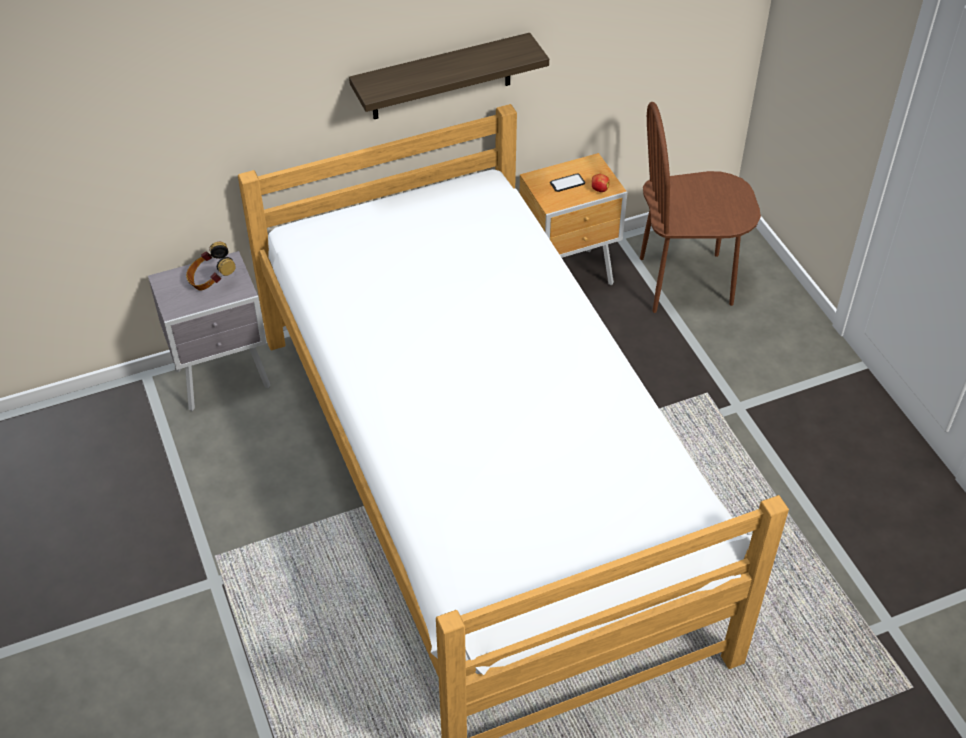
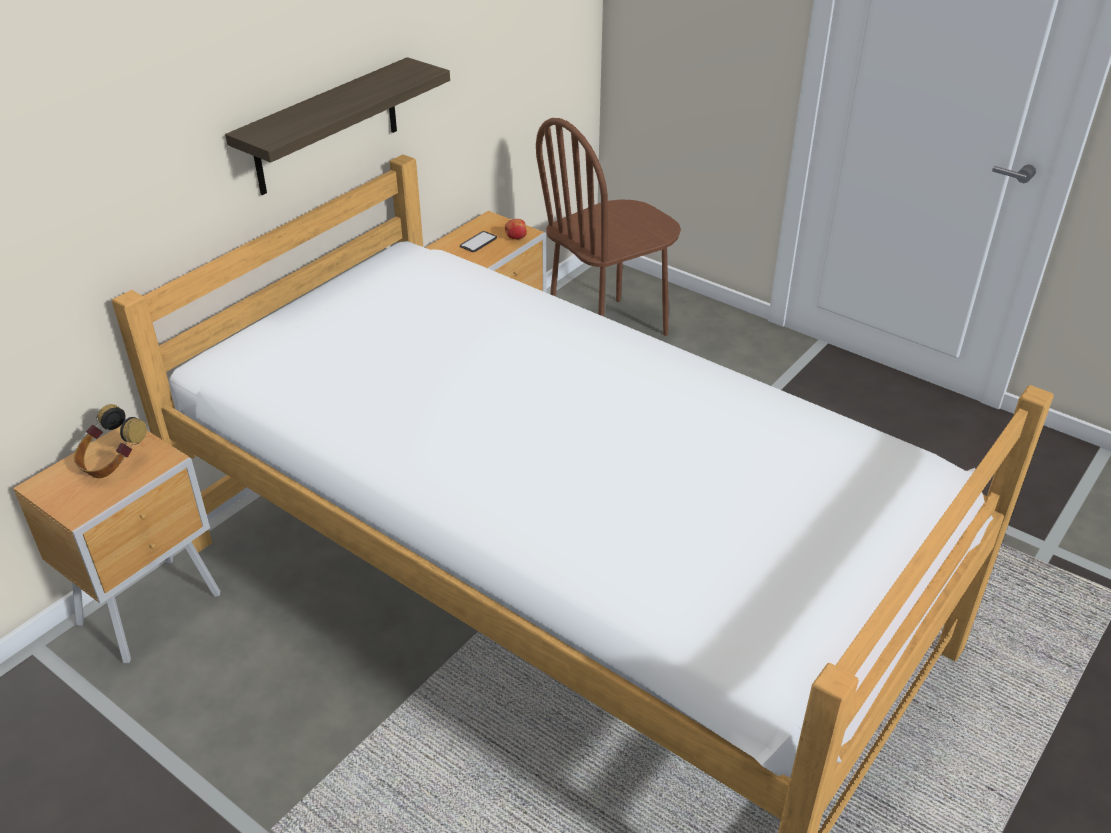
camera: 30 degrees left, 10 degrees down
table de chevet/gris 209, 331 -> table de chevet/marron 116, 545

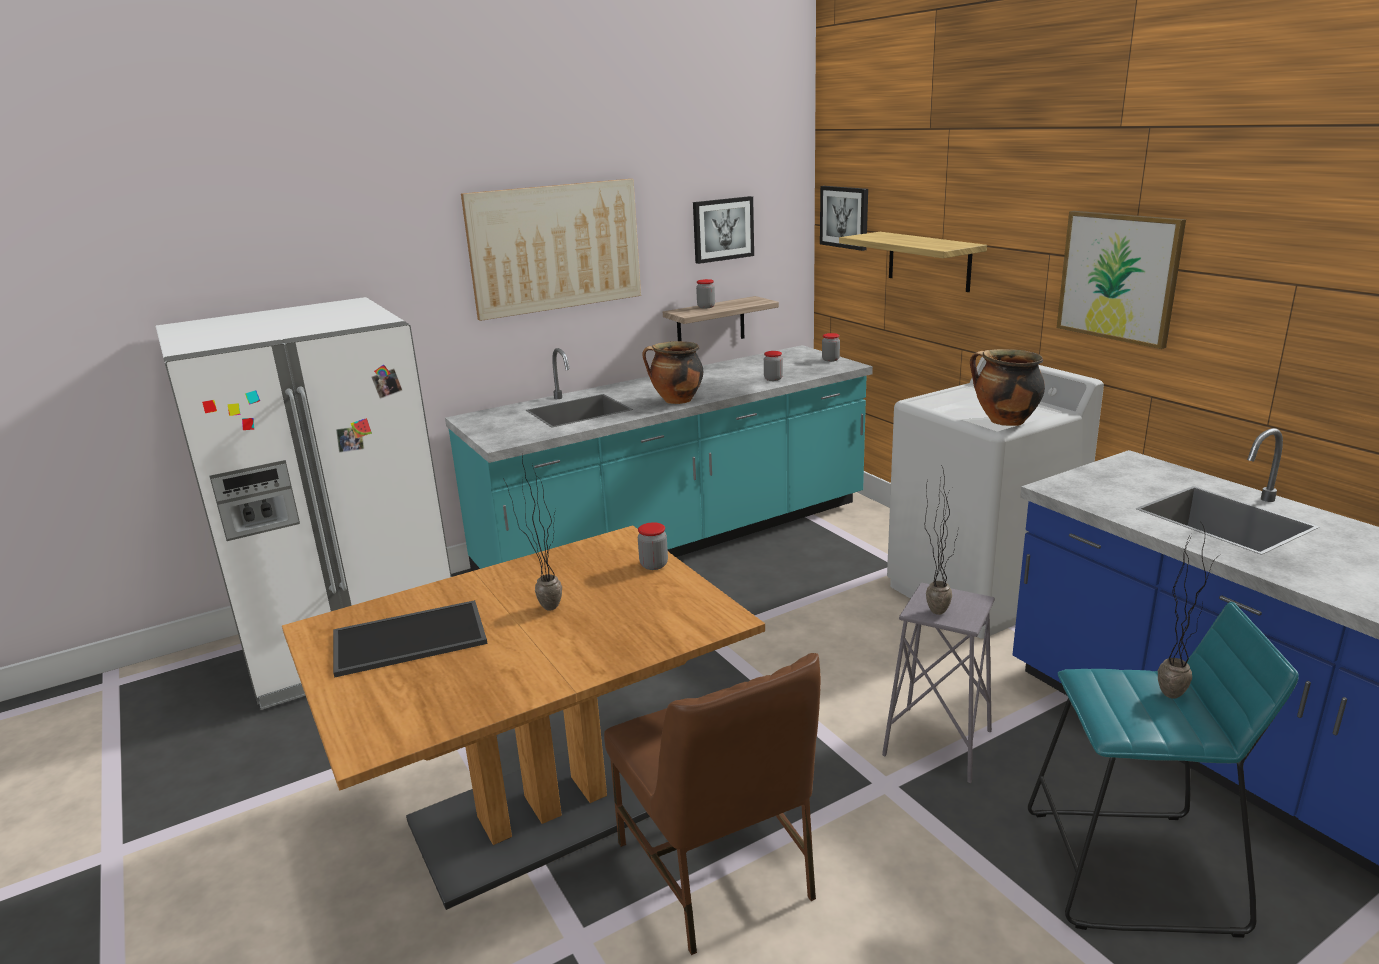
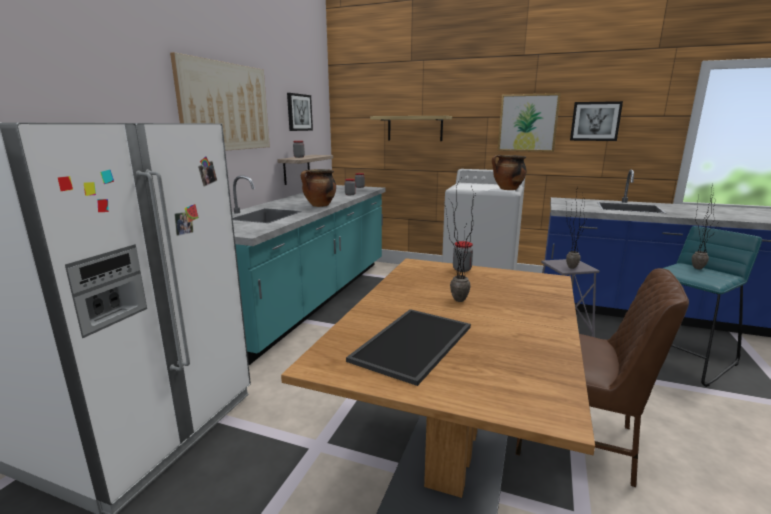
camera: 40 degrees left, 5 degrees down
tableau 844, 218 -> tableau 596, 121, moved

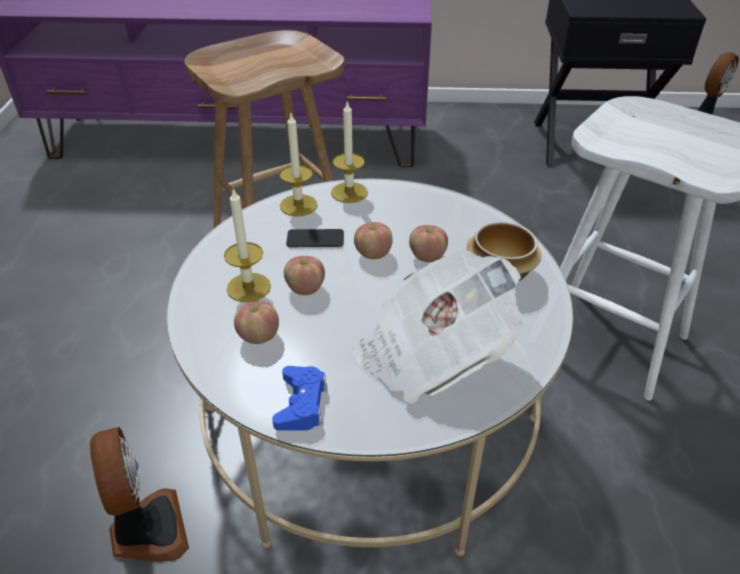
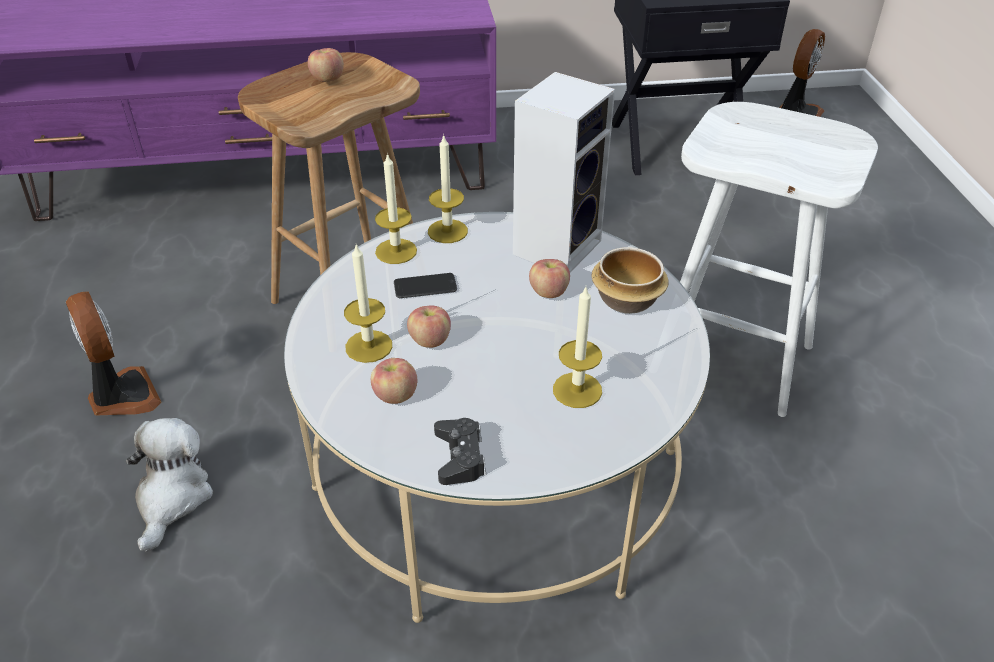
camera: 10 degrees left, 0 degrees up
none -> peluche 169, 485
none -> enceinte 564, 172
ventilateur 139, 494 -> ventilateur 114, 354, moved
pomme 373, 240 -> pomme 326, 65, moved
journal 437, 326 -> bougie 577, 347
manette/bleu 299, 398 -> manette/noir 460, 451

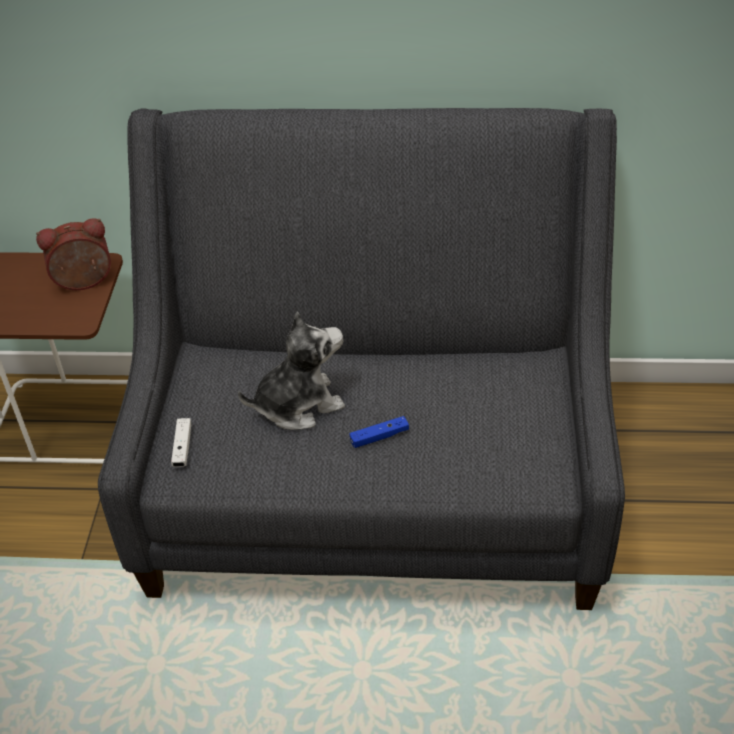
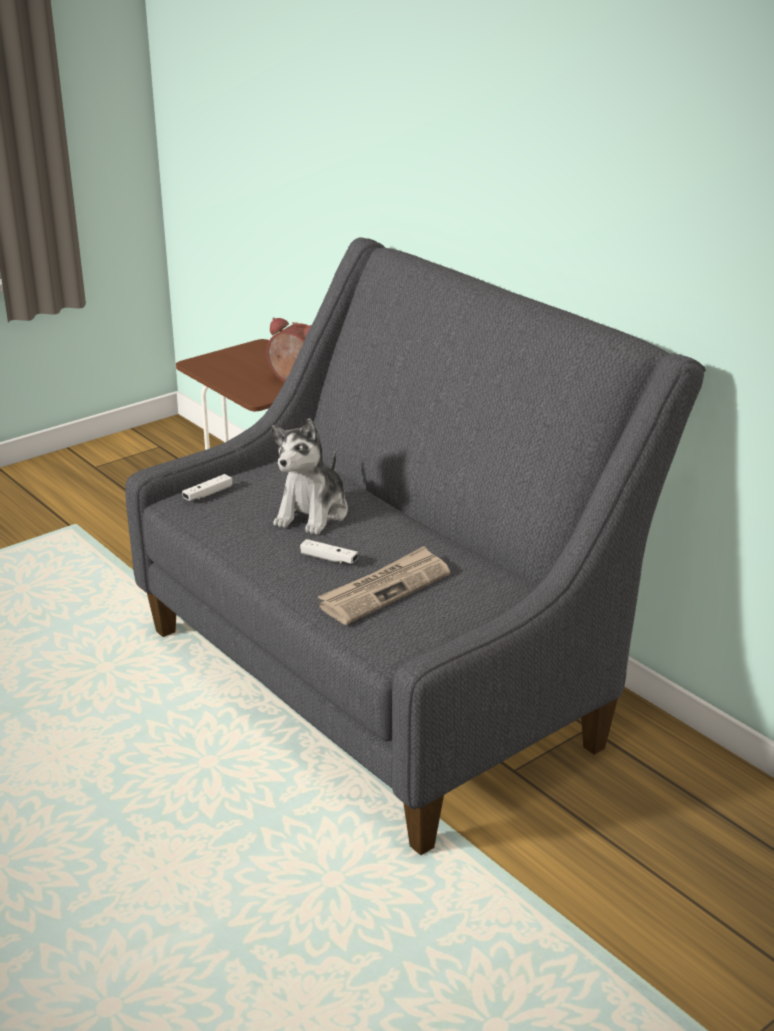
camera: 45 degrees right, 15 degrees down
none -> journal 384, 585
manette/bleu 379, 432 -> manette/blanc 329, 551
peluche 291, 370 -> peluche 310, 476, 90 degrees clockwise

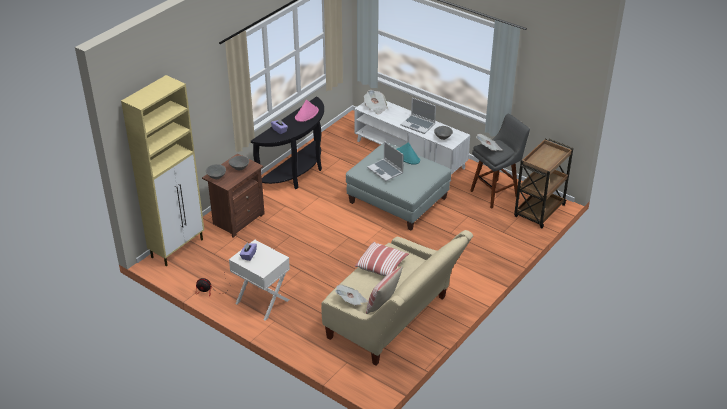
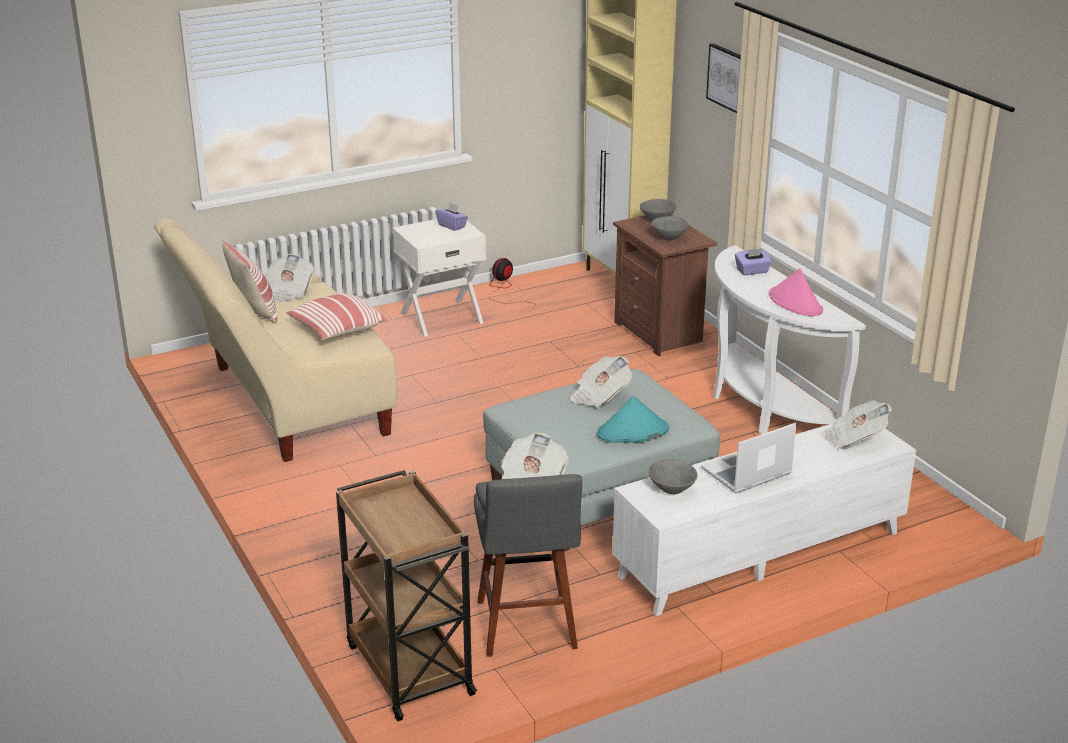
camera: 115 degrees right, 10 degrees down
none -> tableau 723, 78
ordinateur portable 385, 161 -> journal 601, 382
table console/noir 287, 143 -> table console/blanc 789, 339

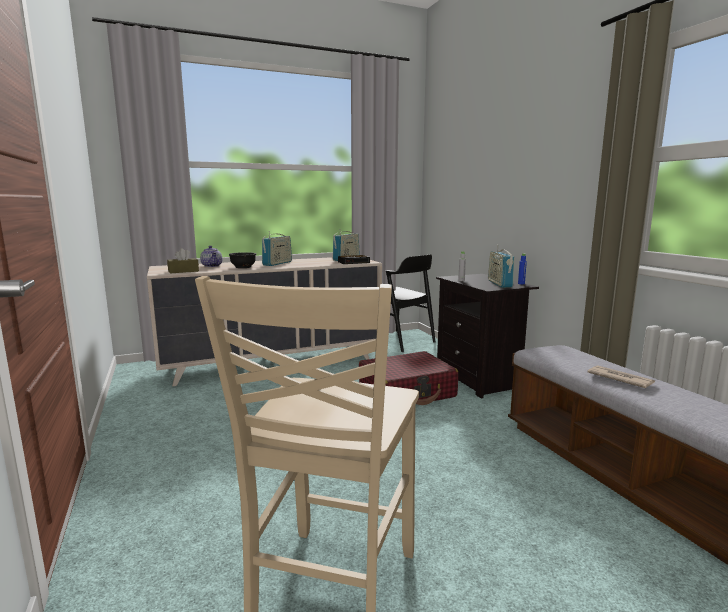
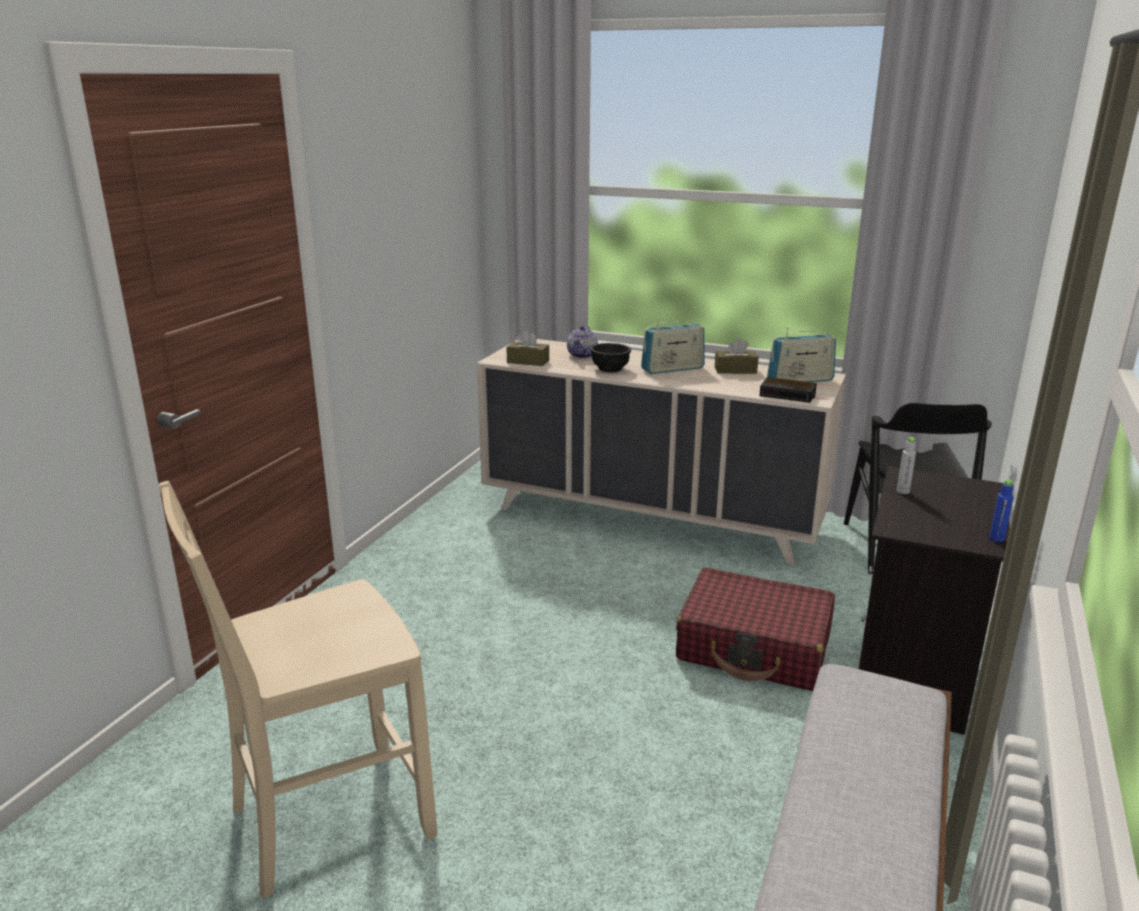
camera: 45 degrees right, 10 degrees up
radio 501, 266 -> none
journal 621, 376 -> none
none -> boîte à mouchoirs/marron 737, 356

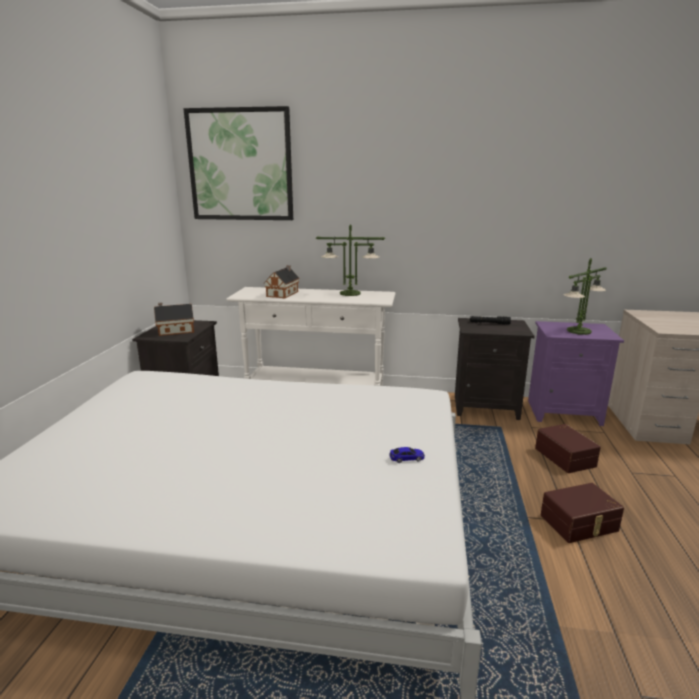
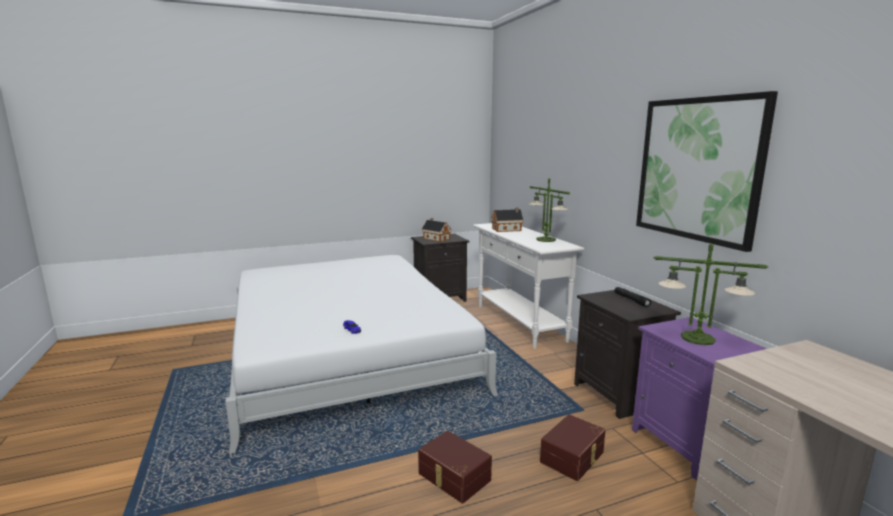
camera: 60 degrees right, 5 degrees down
tableau 238, 163 -> tableau 707, 171, moved

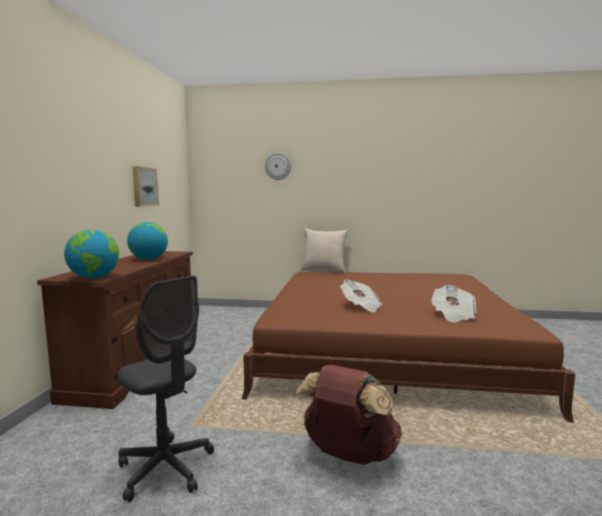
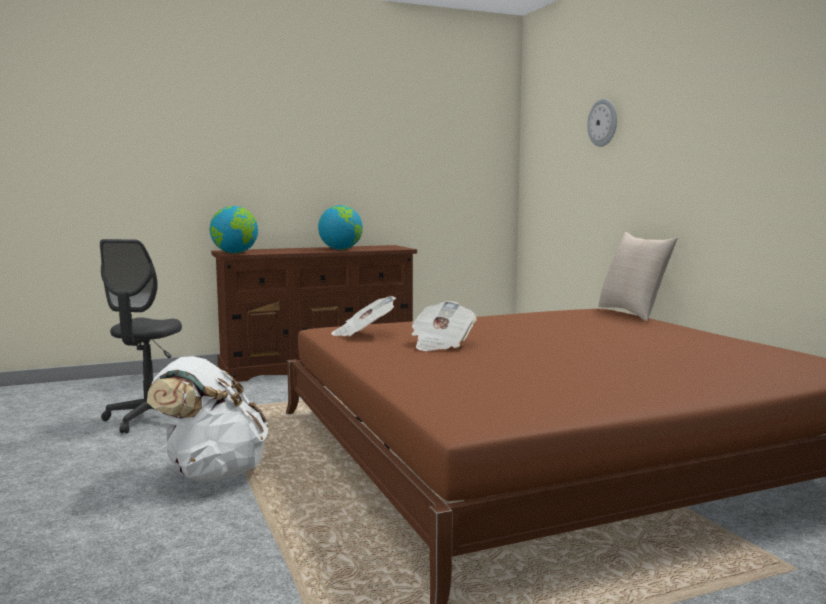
camera: 60 degrees right, 0 degrees up
tableau 146, 186 -> none
journal 453, 303 -> journal 363, 316, moved
sac à dos/marron 349, 415 -> sac à dos/blanc 208, 419

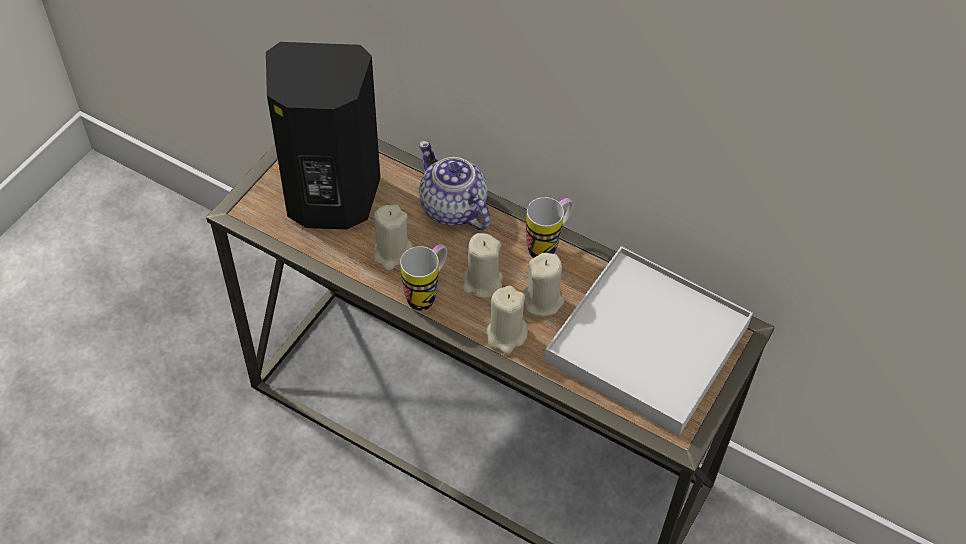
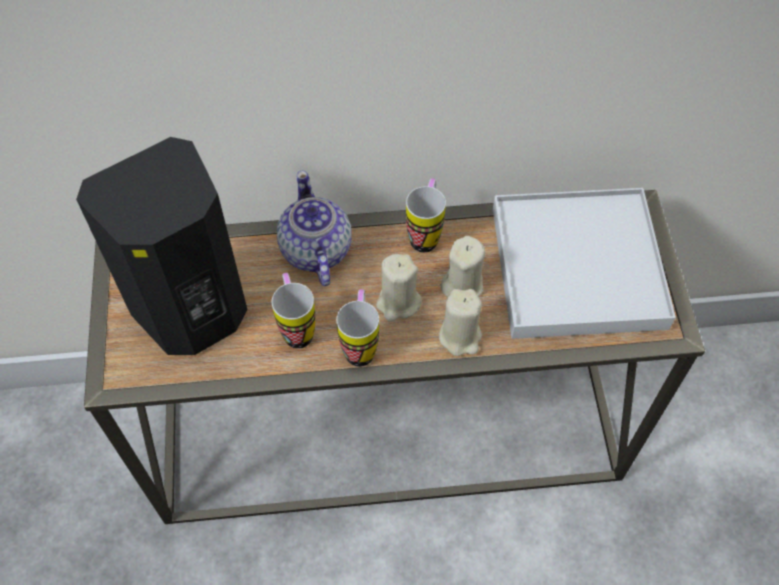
camera: 35 degrees left, 5 degrees up
bougie/beige 393, 237 -> mug 294, 311
théière 454, 185 -> théière 314, 228, 60 degrees clockwise

